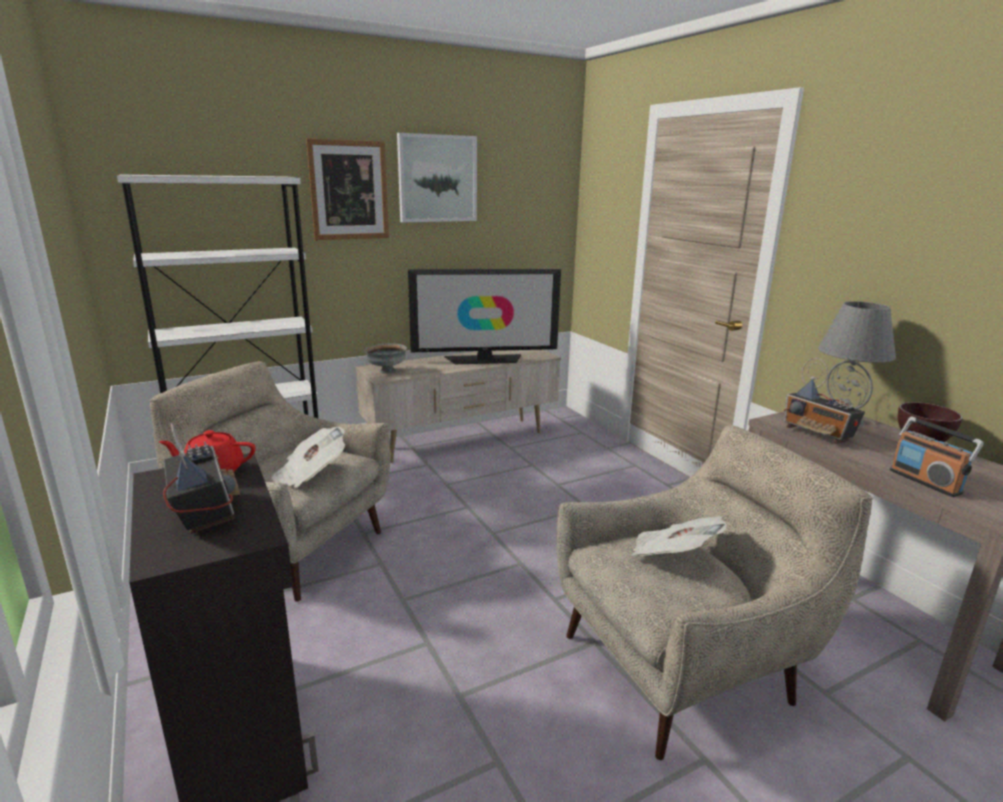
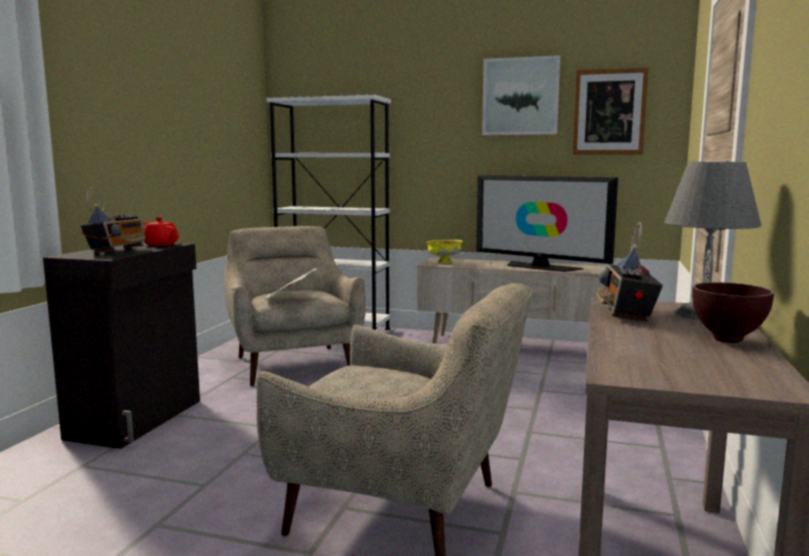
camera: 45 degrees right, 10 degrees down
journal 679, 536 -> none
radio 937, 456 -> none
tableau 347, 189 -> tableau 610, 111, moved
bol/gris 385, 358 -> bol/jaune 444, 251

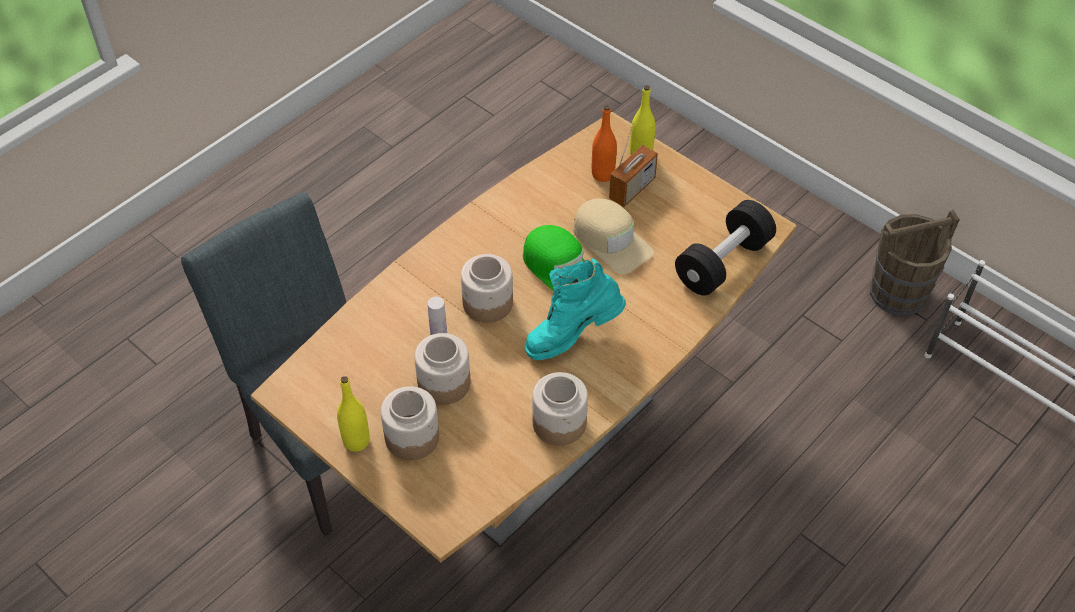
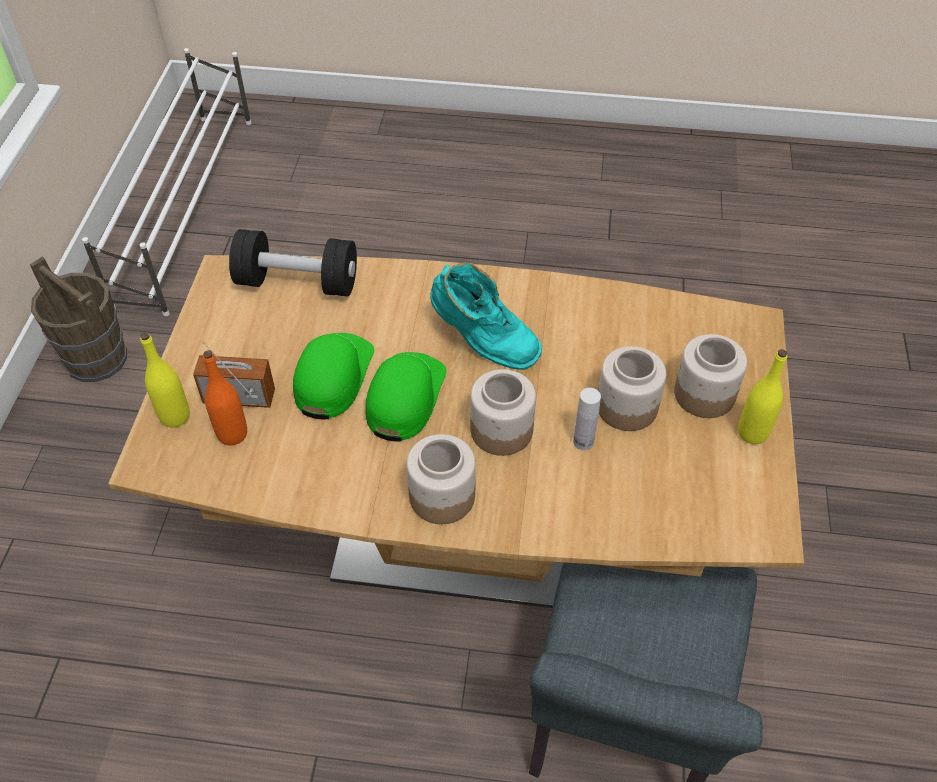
camera: 125 degrees left, 0 degrees up
bocal 560, 409 -> bocal 441, 479, moved
casquette/beige 613, 236 -> casquette/vert 333, 376

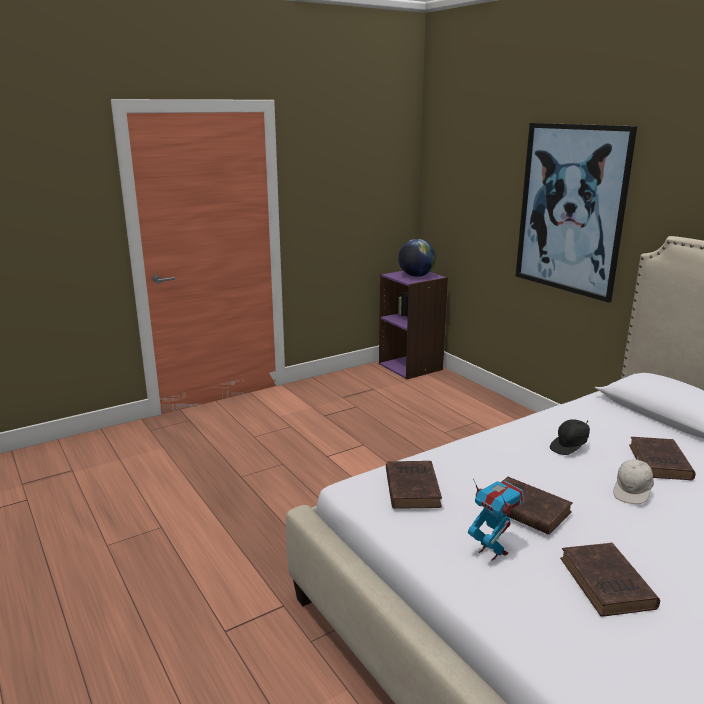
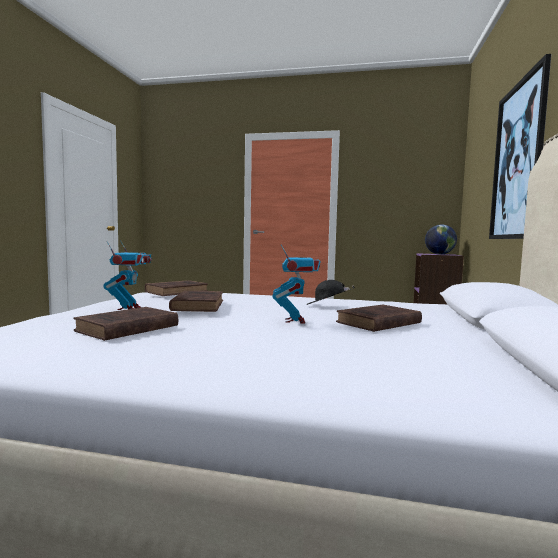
camera: 45 degrees right, 15 degrees down
casquette/blanc 633, 480 -> robot jouet 297, 284

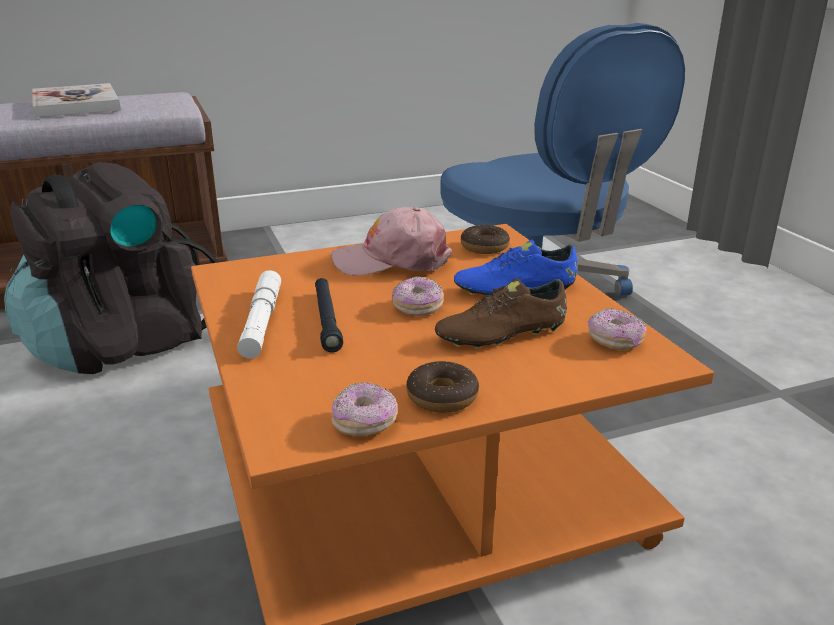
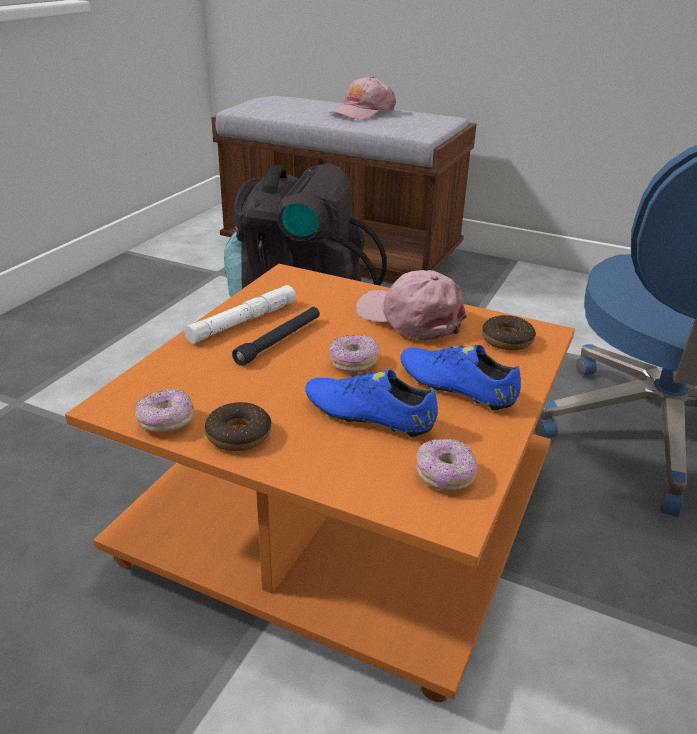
camera: 45 degrees right, 5 degrees up
livre 76, 100 -> casquette/rose 362, 98
chaussure/marron 501, 313 -> chaussure/bleu 371, 404

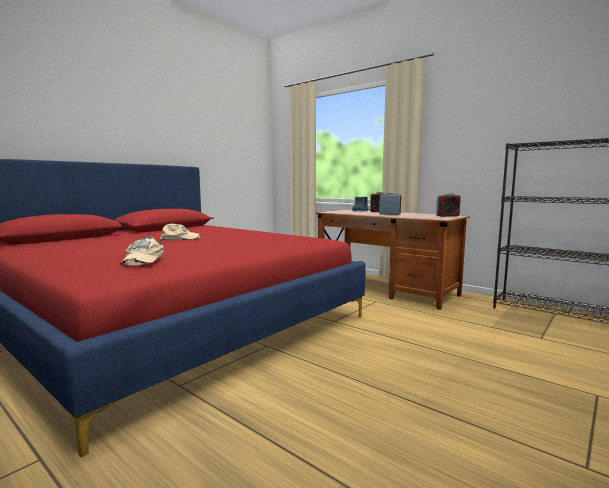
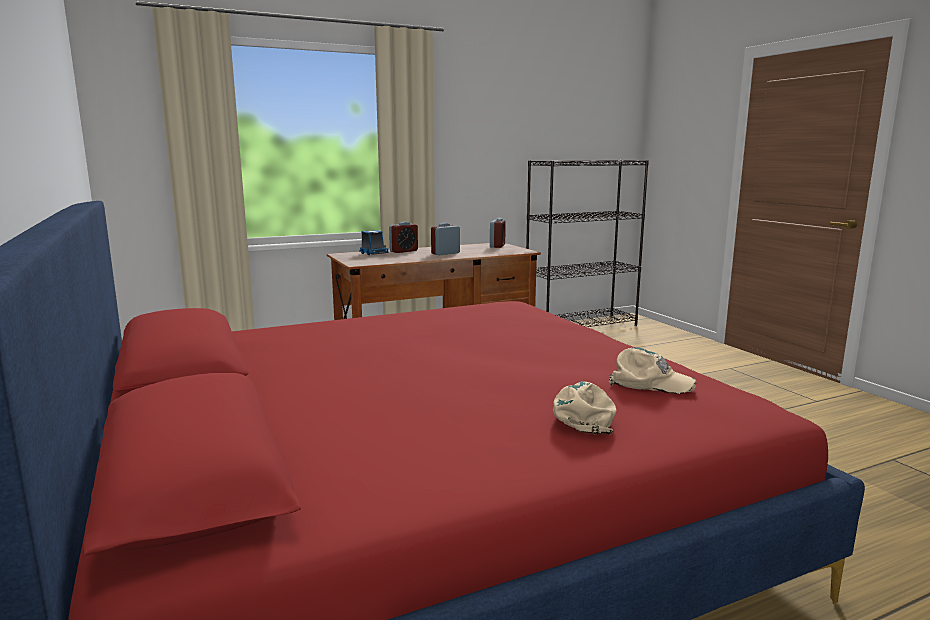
camera: 65 degrees left, 5 degrees up
casquette/beige 180, 232 -> casquette/beige 584, 408, moved

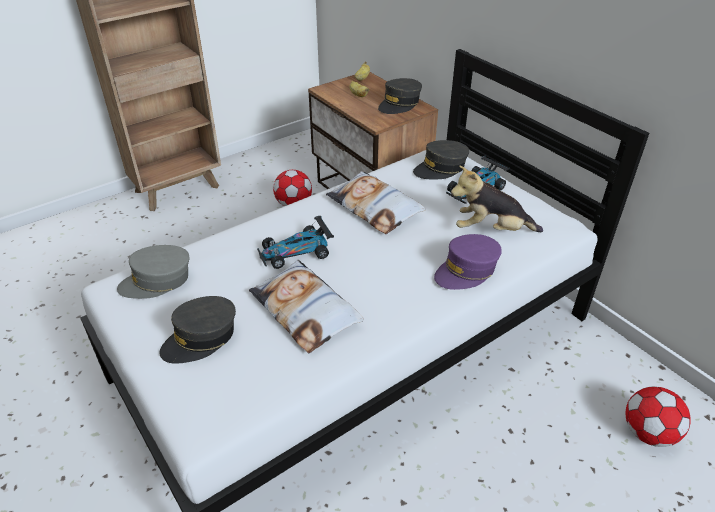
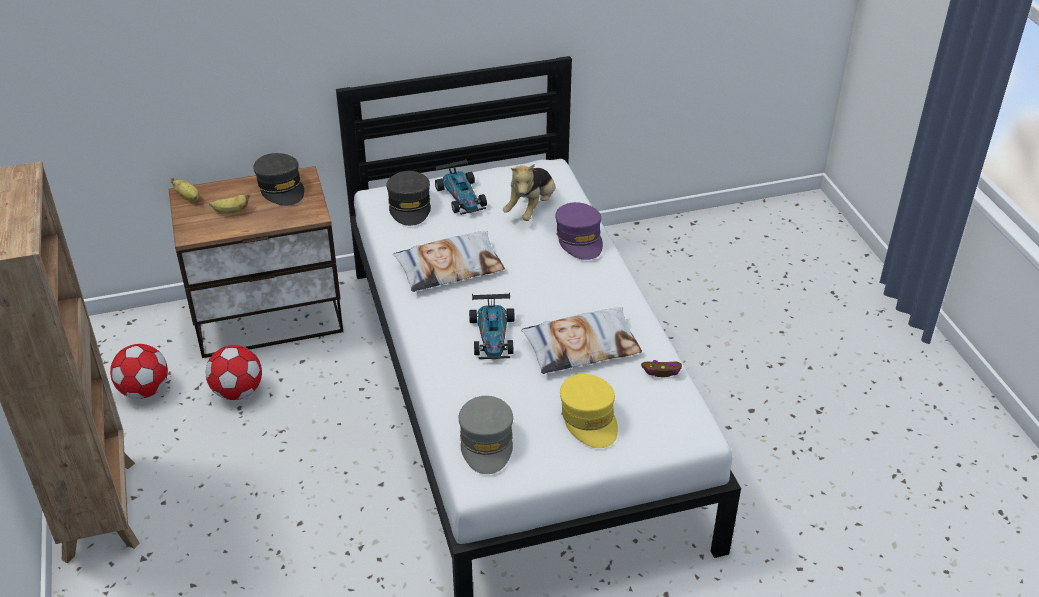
camera: 70 degrees left, 0 degrees up
none -> manette/marron 661, 368
ballon de foot 658, 416 -> ballon de foot 139, 371, moved
casquette/gris 197, 330 -> casquette/jaune 589, 411

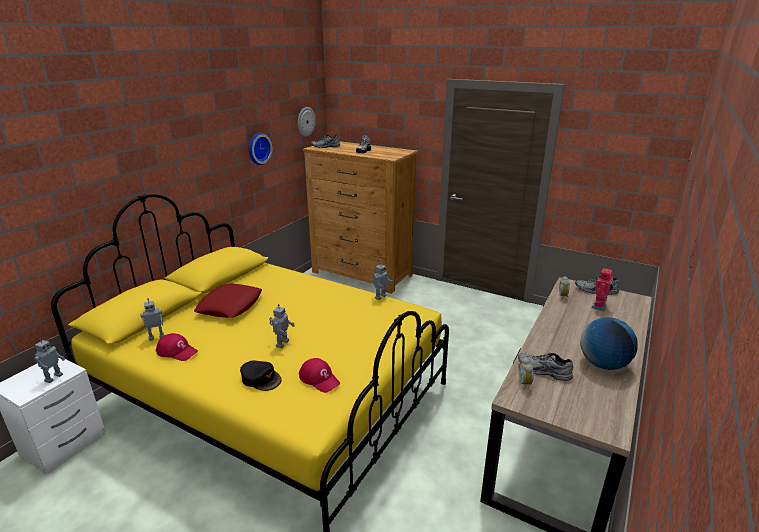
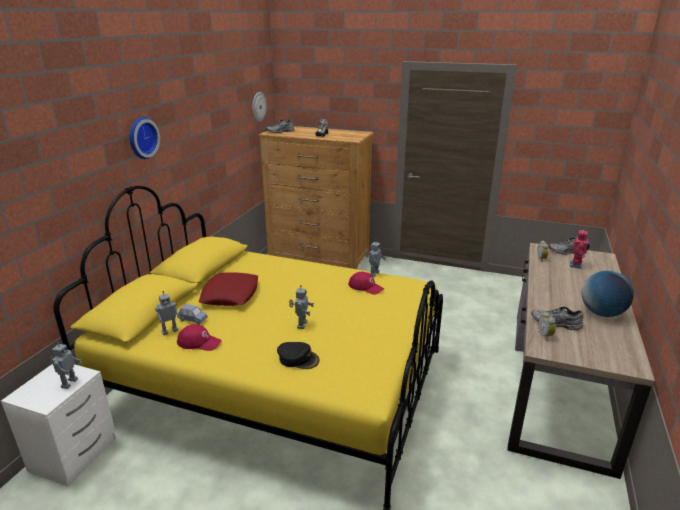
camera: 10 degrees left, 0 degrees up
none -> petite voiture/bleu 193, 314
horloge murale 260, 149 -> horloge murale 144, 138, moved
casquette/rouge 319, 375 -> casquette/rouge 366, 283, moved

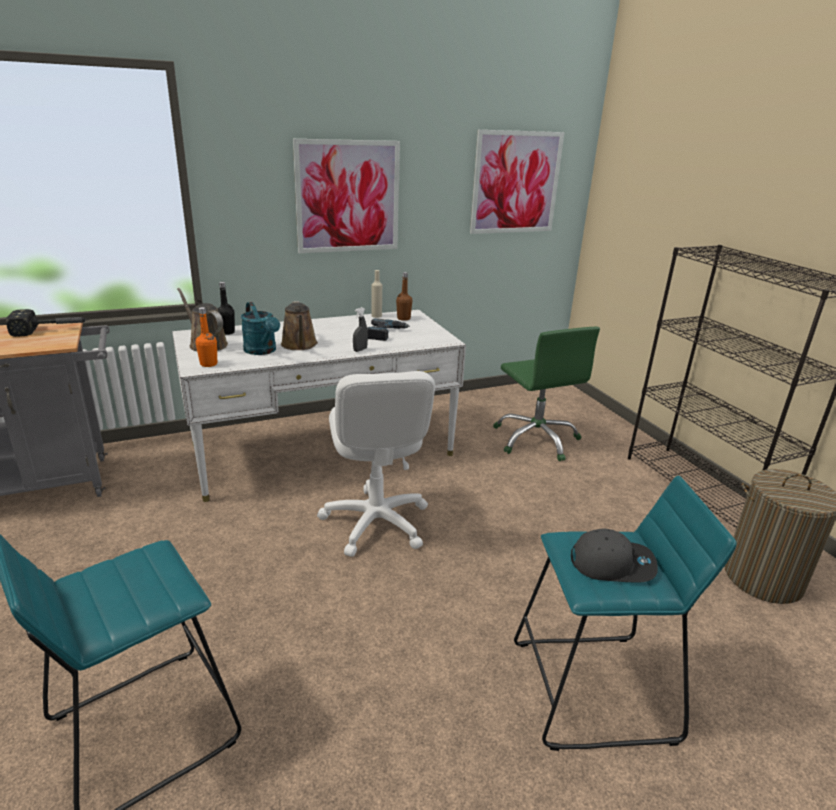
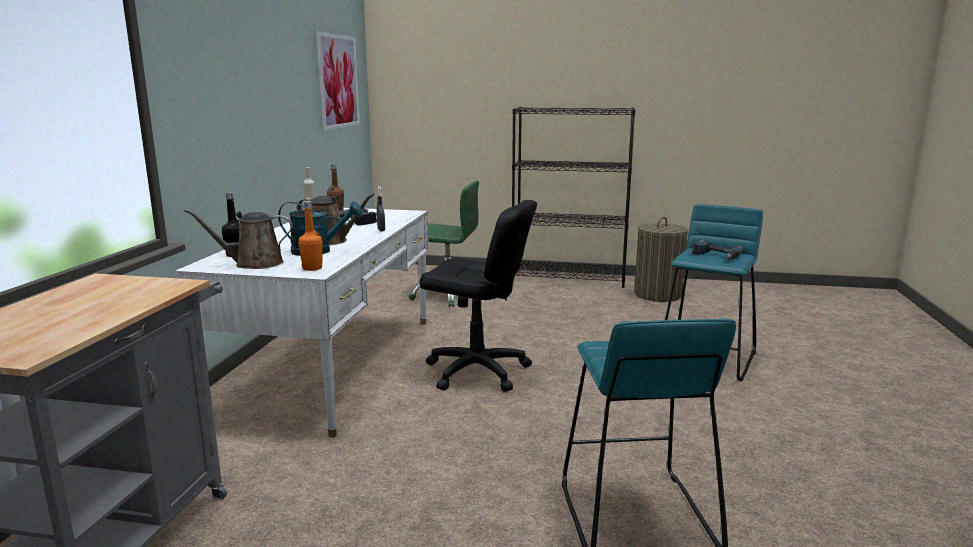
camera: 55 degrees left, 10 degrees down
marteau 47, 323 -> none
tableau 346, 196 -> none
casquette/gris 614, 555 -> perceuse 718, 249
chaise de bureau/blanc 376, 464 -> chaise de bureau/noir 478, 296

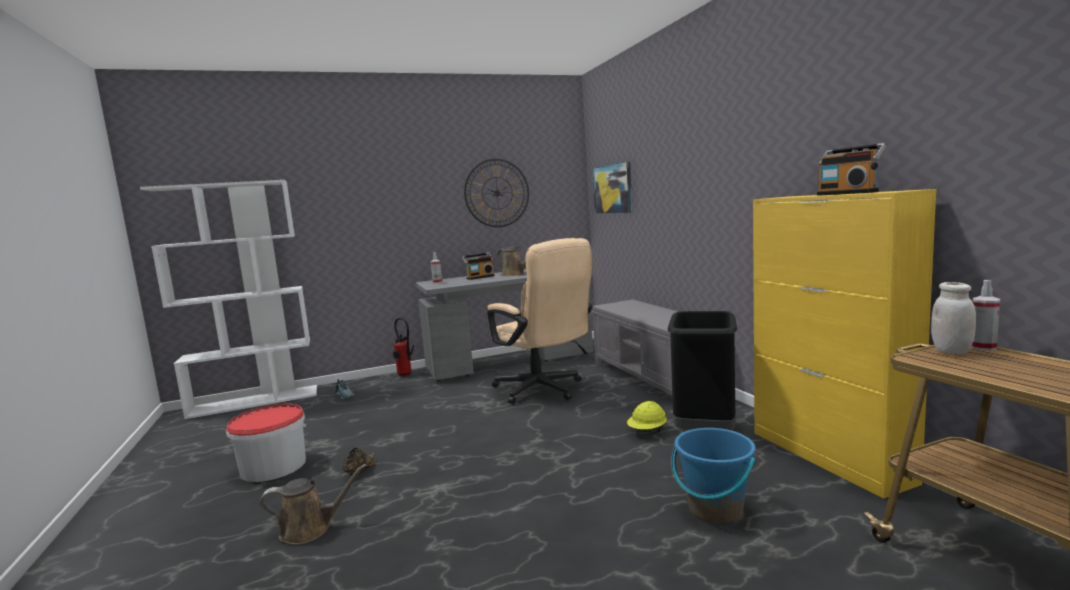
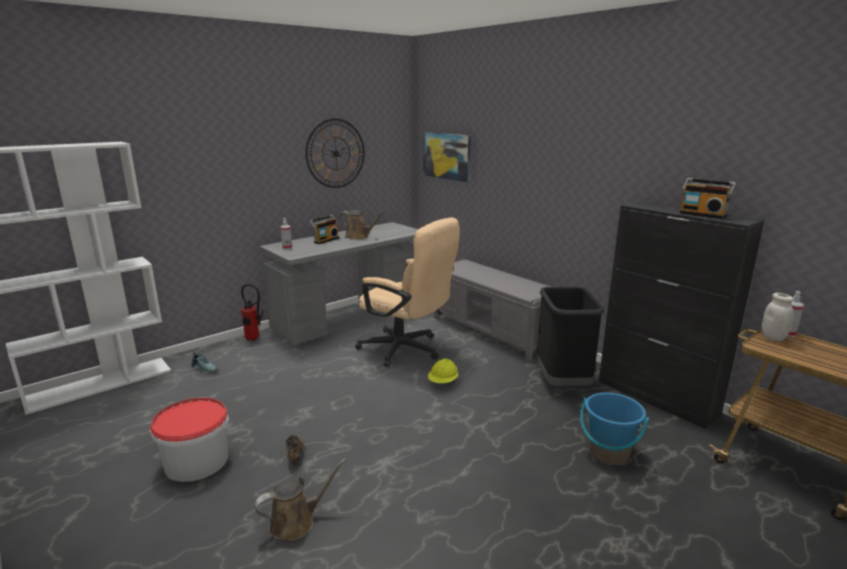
camera: 20 degrees left, 10 degrees up
casque de chantier/jaune 647, 417 -> casque de chantier/jaune 443, 371, moved
meuble de rangement/jaune 845, 344 -> meuble de rangement/noir 682, 315

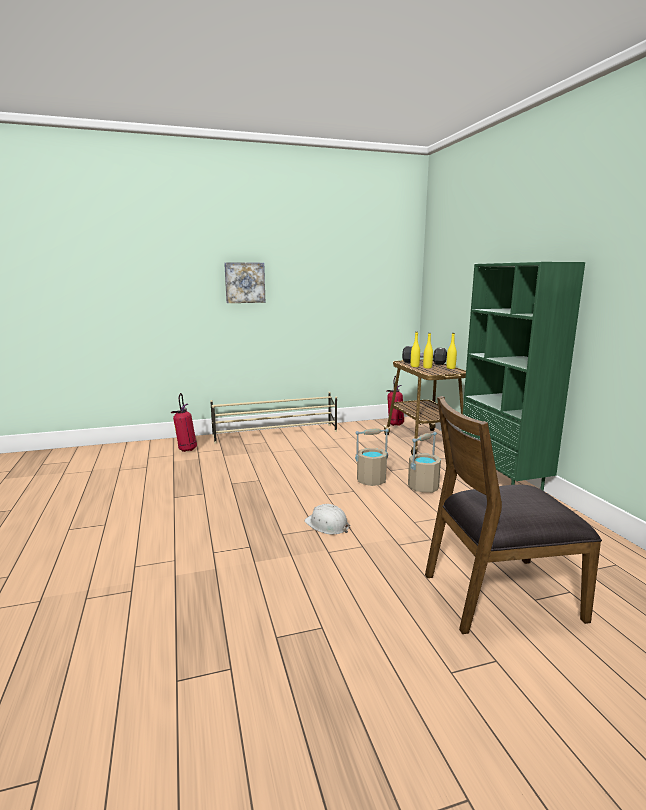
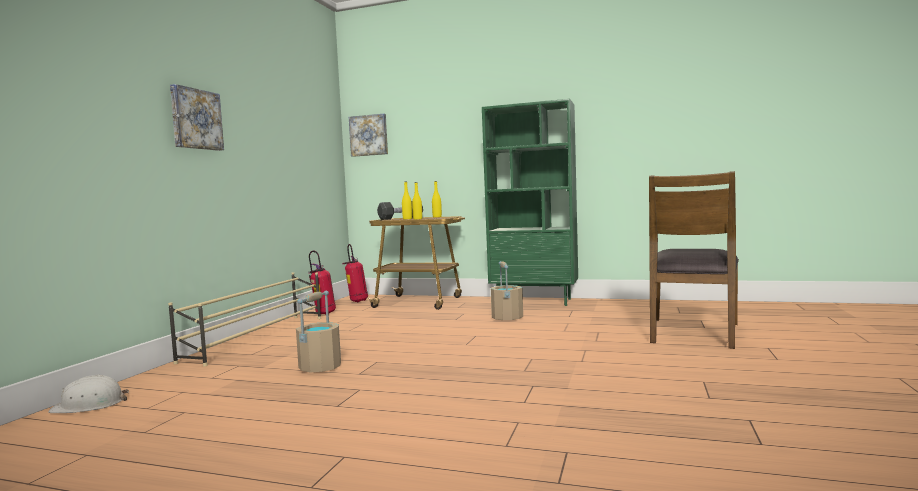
camera: 55 degrees left, 10 degrees down
none -> tableau 368, 135
extincteur 184, 422 -> extincteur 322, 282, moved
casque de chantier/blanc 327, 519 -> casque de chantier/blanc 88, 393, moved
seau/beige 372, 457 -> seau/beige 318, 331, moved

